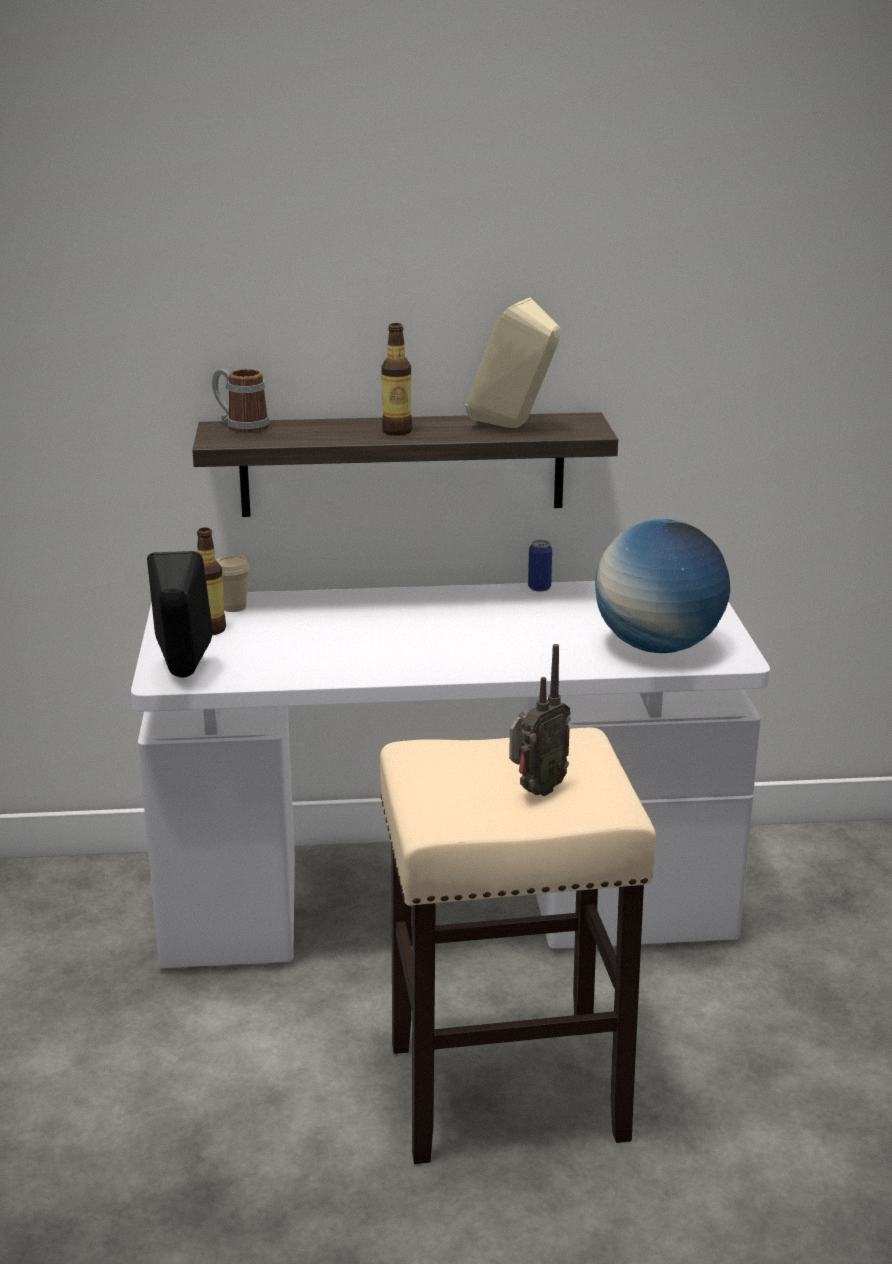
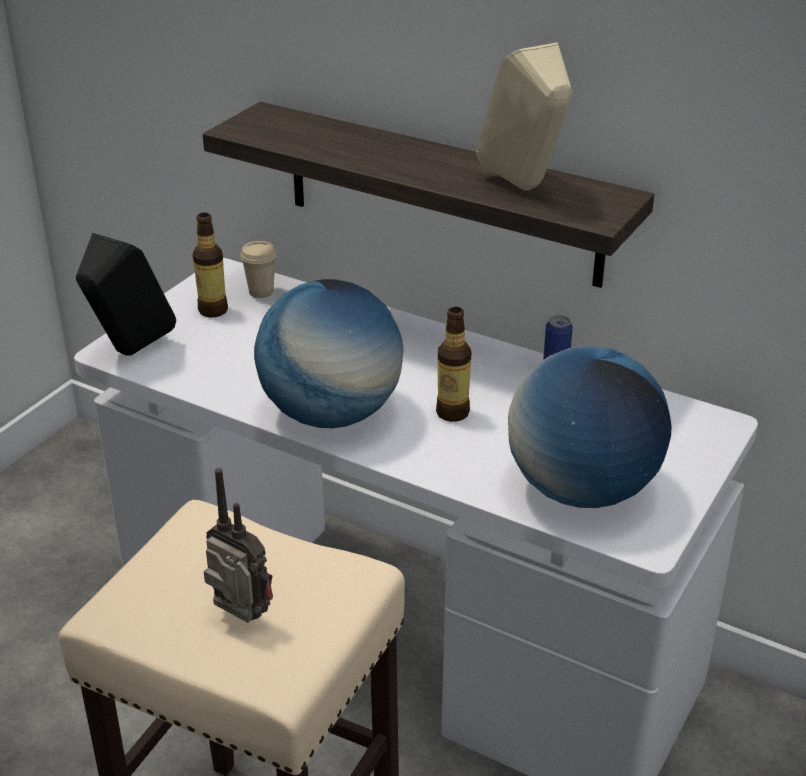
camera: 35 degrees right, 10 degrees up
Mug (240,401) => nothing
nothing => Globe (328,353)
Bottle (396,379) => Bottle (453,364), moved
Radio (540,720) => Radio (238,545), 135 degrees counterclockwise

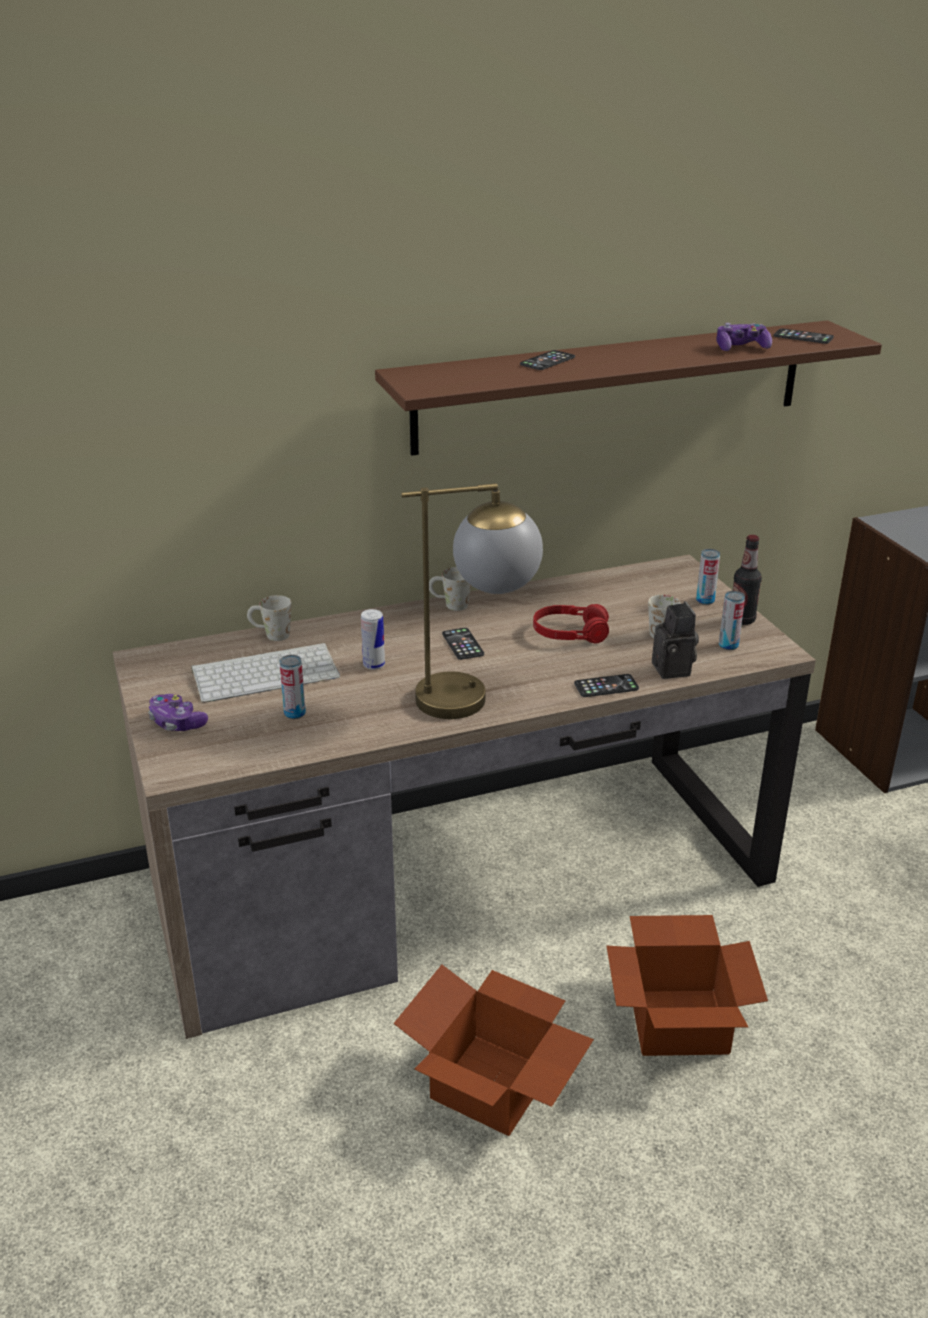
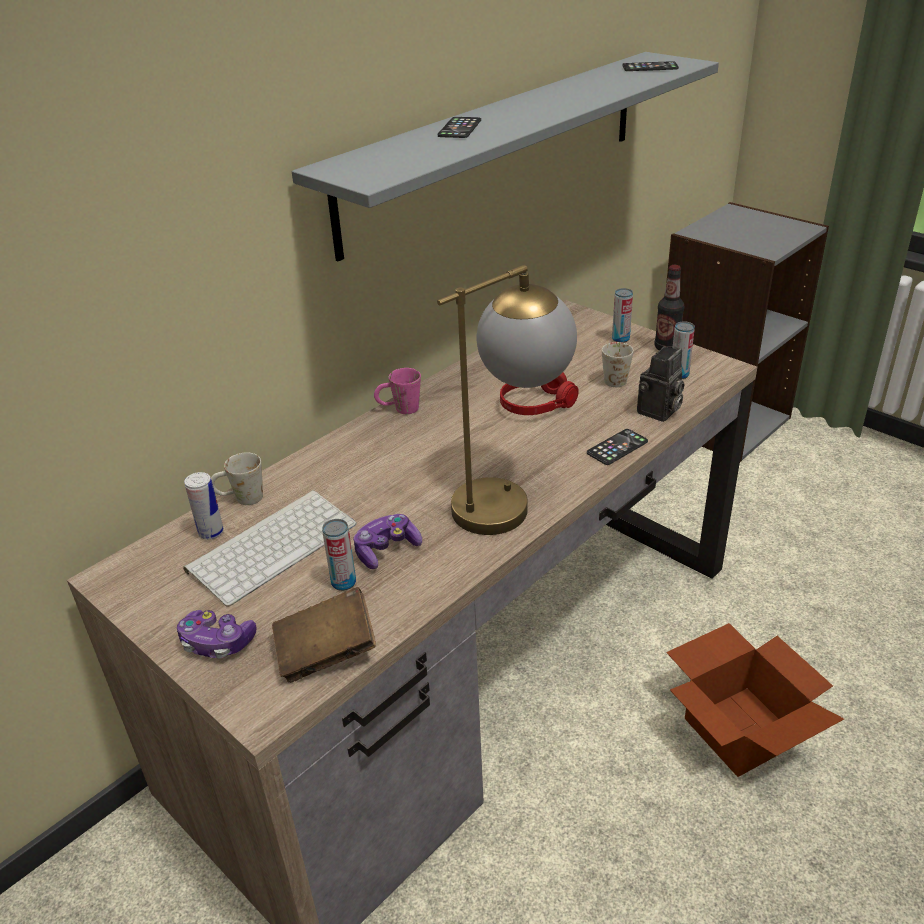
camera: 25 degrees left, 5 degrees up
CardboardBox (493,1050) => nothing
Phone (463,644) => nothing
nothing => BrownBook (324,635)
Can (373,639) => Can (204,506), moved
GameController (744,337) => GameController (387,541), moved
BrownShelf (628,388) => GreyShelf (505,156)
WhiteMug (450,589) => PinkMug (397,391)
PhotoCamera (675,640) => PhotoCamera (660,384), 75 degrees clockwise

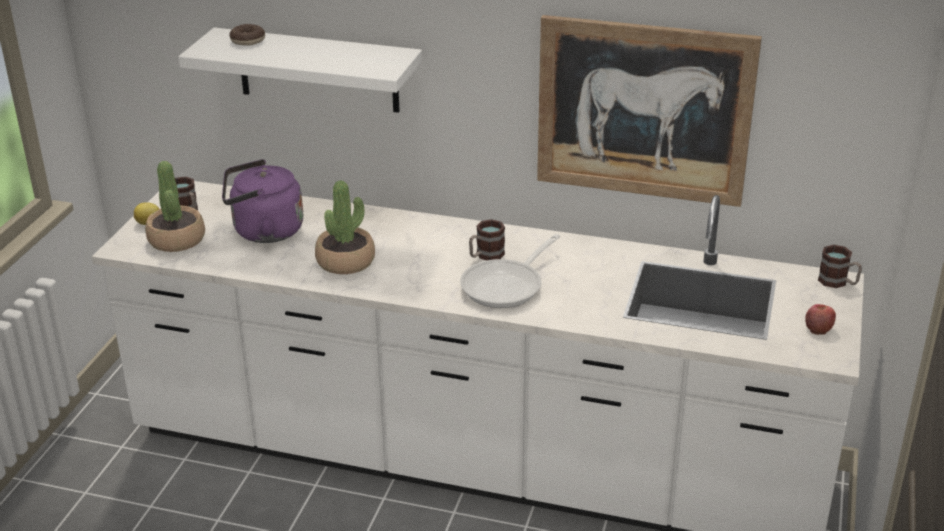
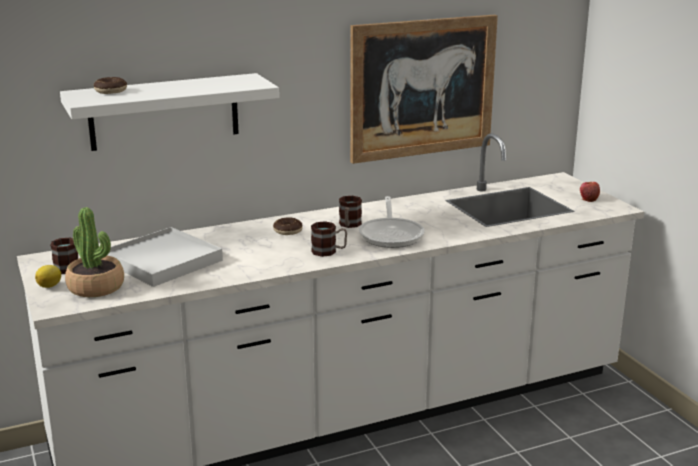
camera: 40 degrees left, 10 degrees down
PottedPlant (345,227) => nothing
nothing => Donut (288,226)
Mug (840,266) => Mug (329,239), moved
PurpleKettle (262,201) => WhiteTray (165,257)

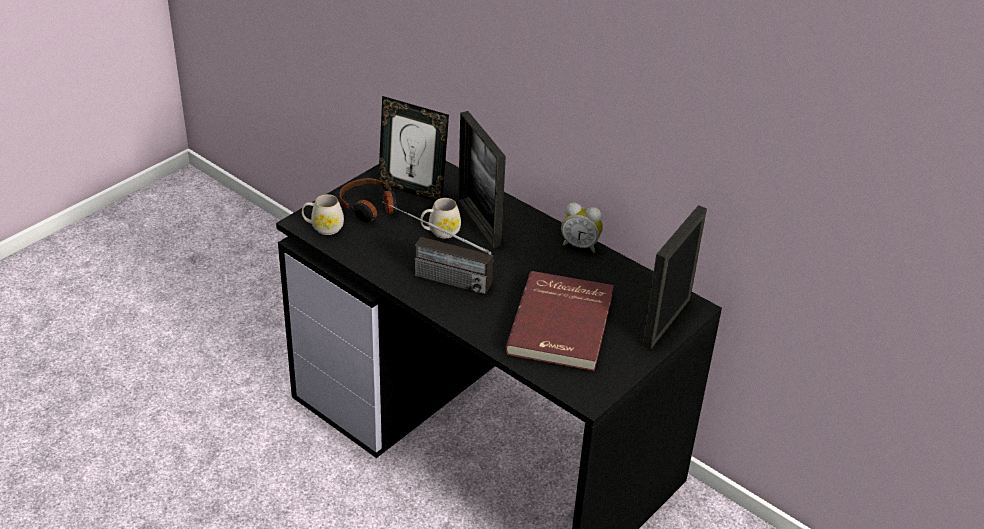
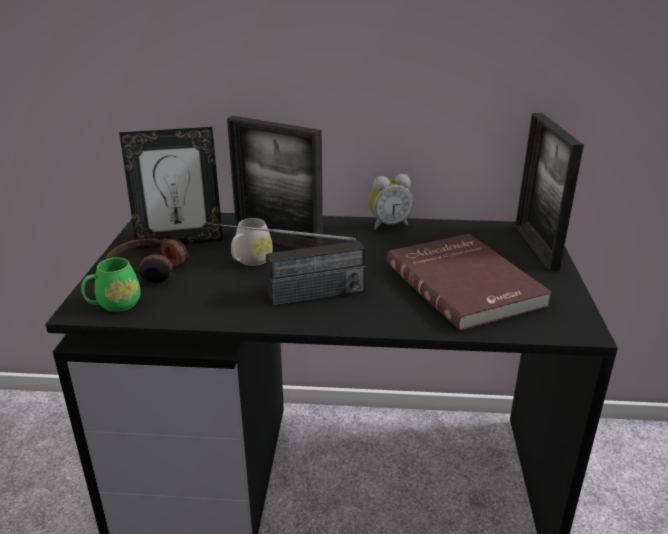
camera: 35 degrees left, 10 degrees down
WhiteMug (323,214) => GreenMug (111,285)

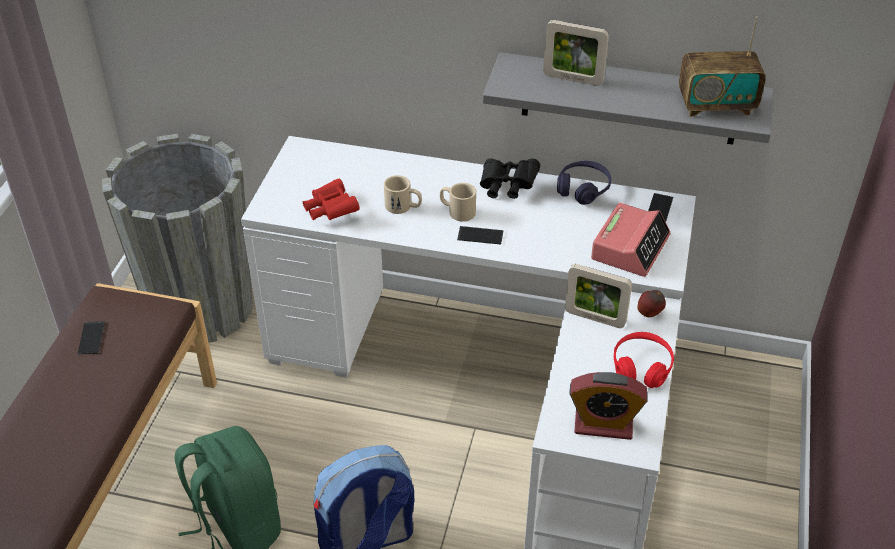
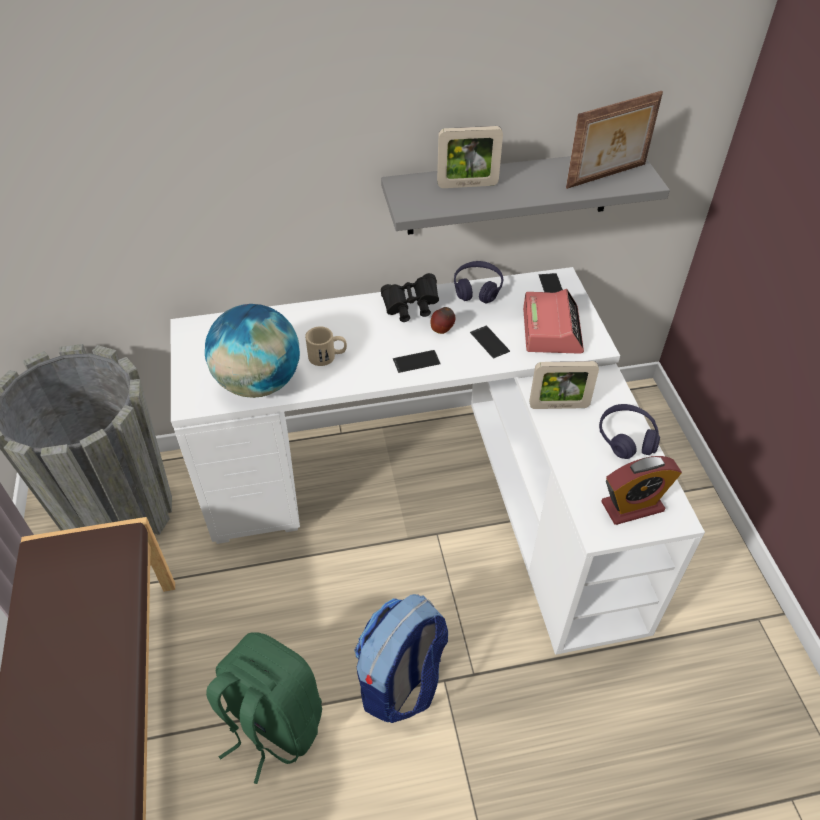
camera: 25 degrees left, 5 degrees up
BeigeMug (458,202) => nothing
Phone (91,338) => Phone (490,342), moved
Apple (651,303) => Apple (443,320), moved
RedBinoculars (331,200) => Globe (252,351)
Radio (722,66) => PictureFrame (614,140)
RedHeadphones (644,360) => PurpleHeadphones (629,431)

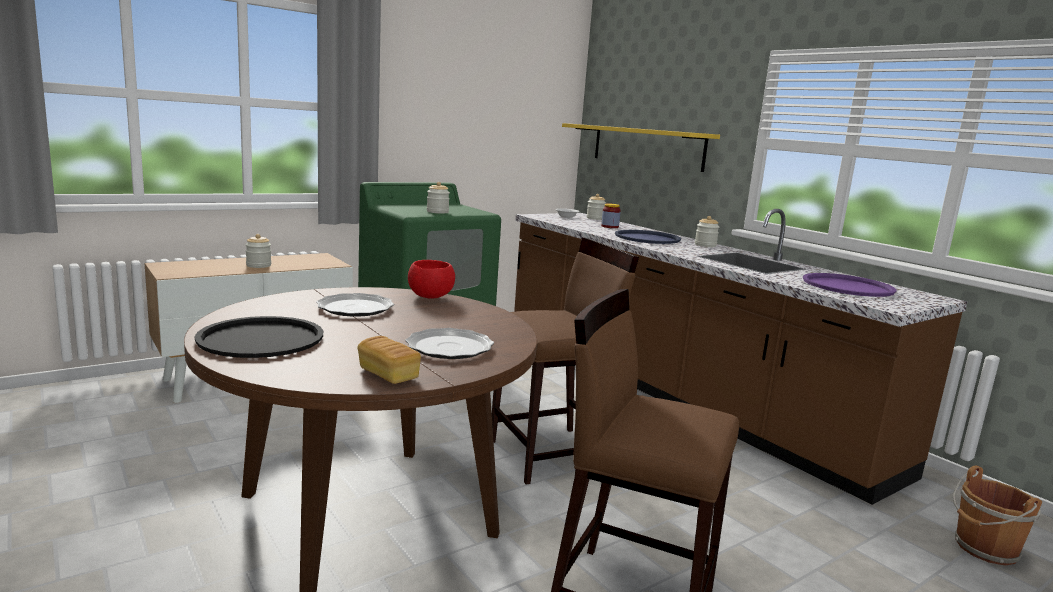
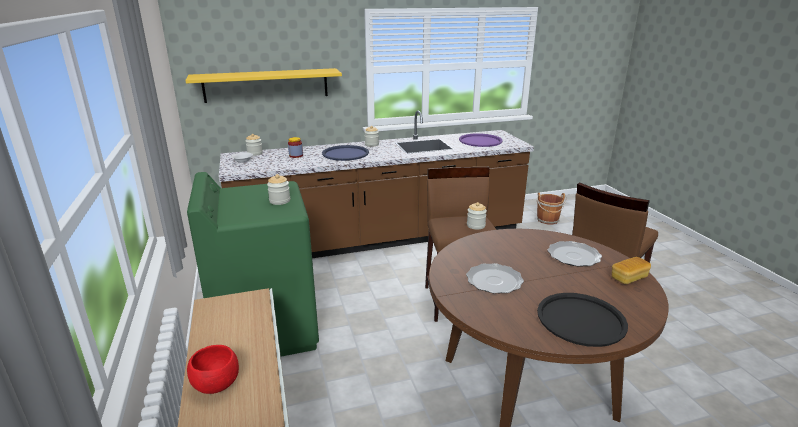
camera: 70 degrees left, 10 degrees up
Jar (258,251) => Jar (477,216), moved
RedBowl (431,279) => RedBowl (213,369), moved

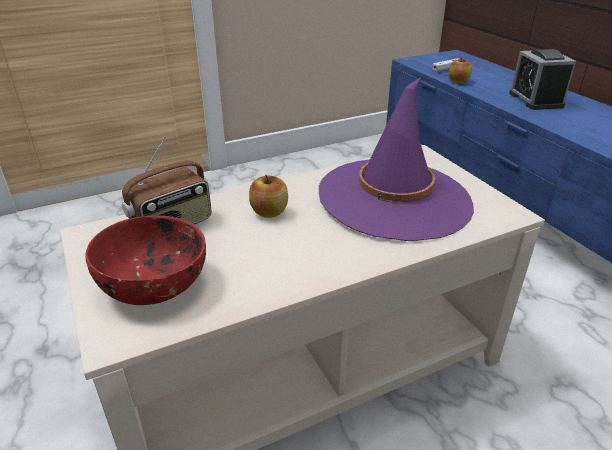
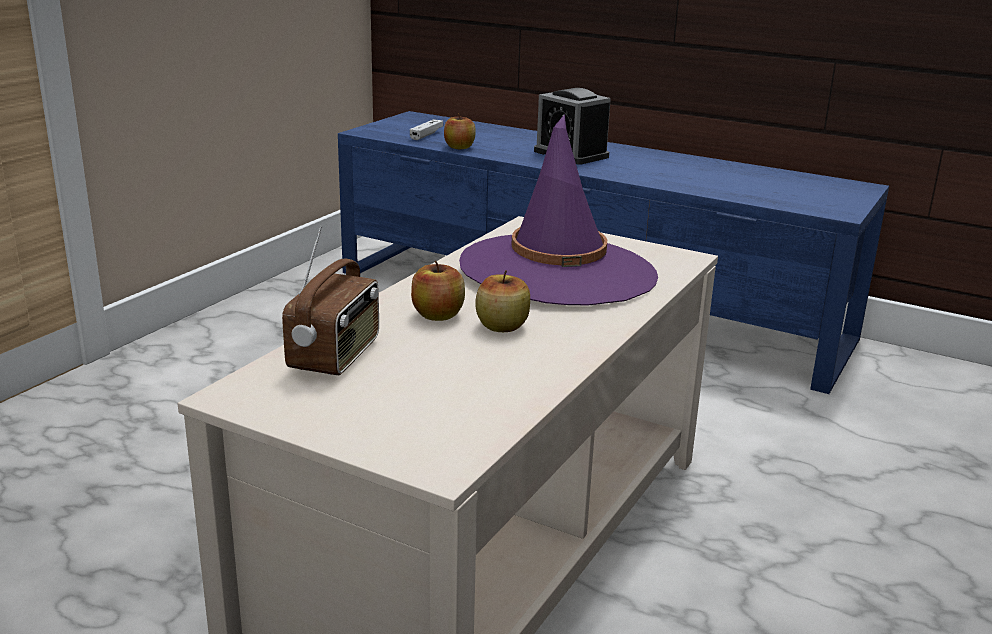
camera: 35 degrees left, 10 degrees down
RedBowl (145,260) => nothing
nothing => Apple (502,301)

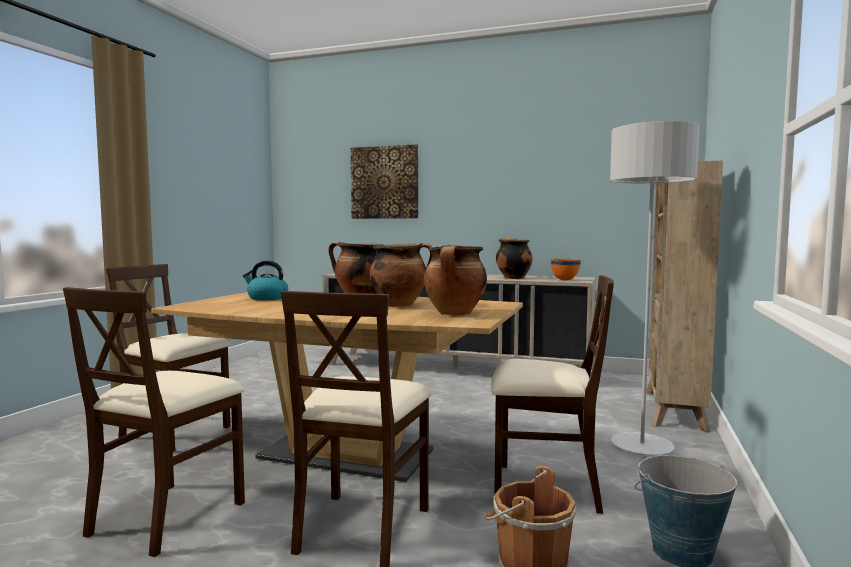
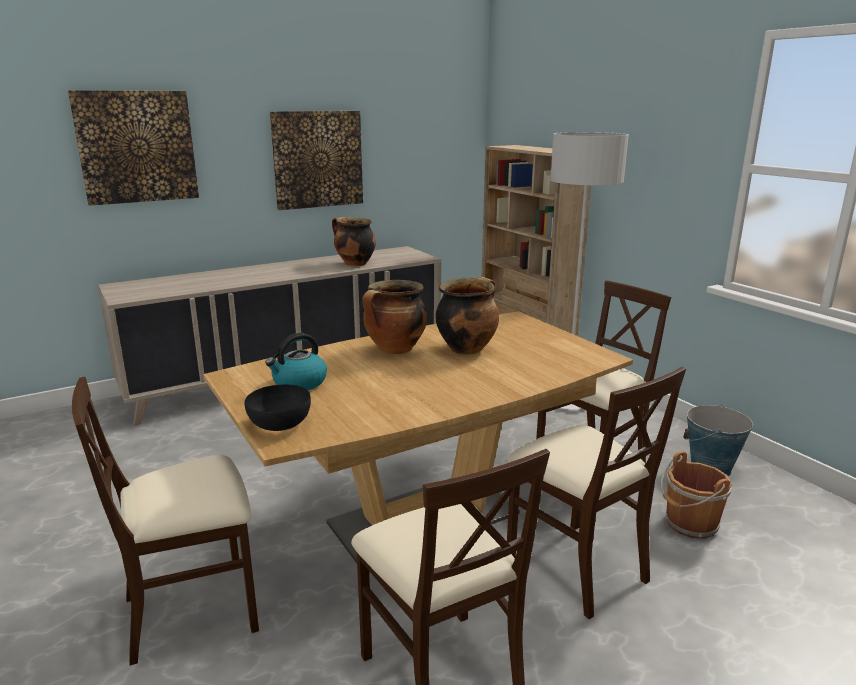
camera: 50 degrees left, 15 degrees up
CookingPot (455,280) => nothing
OrangeBowl (565,269) => nothing
nothing => BlackBowl (278,407)
nothing => Picture (316,160)

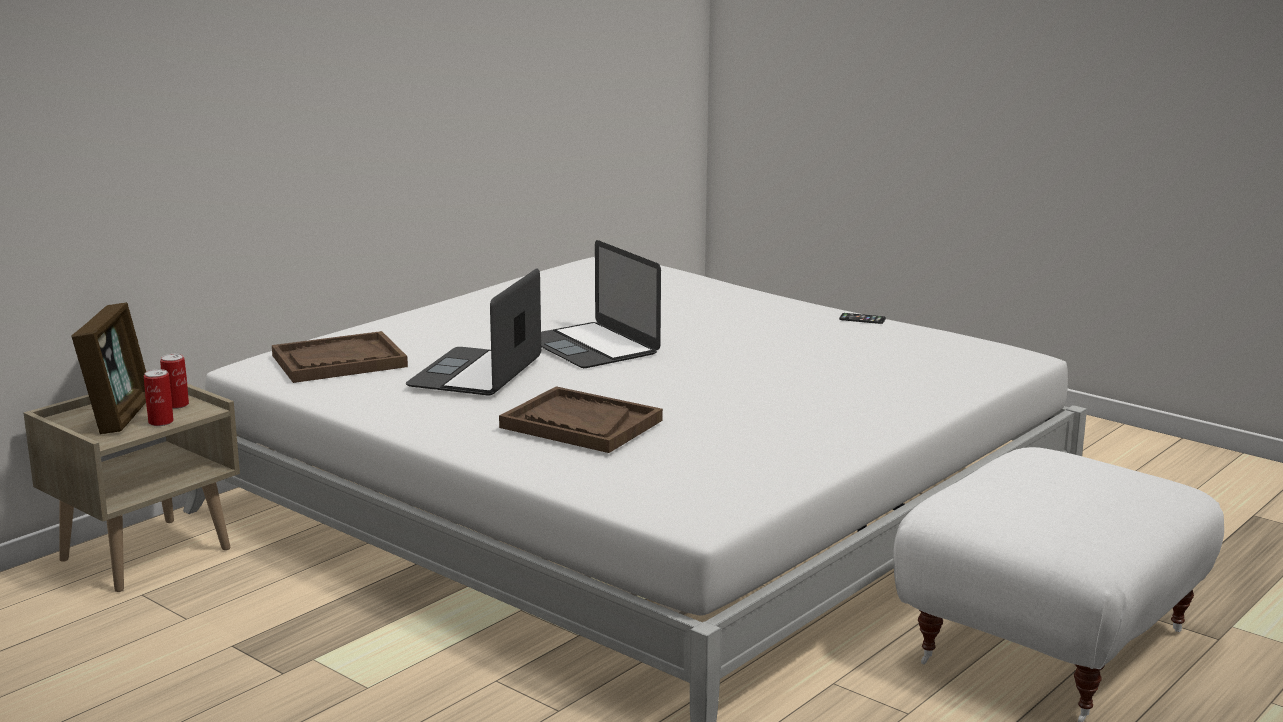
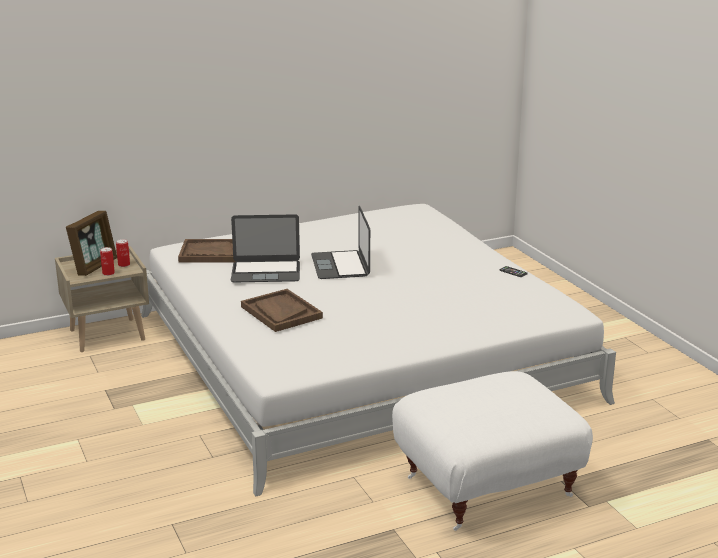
camera: 25 degrees right, 5 degrees up
Laptop (473,332) => Laptop (265,248), 135 degrees counterclockwise

